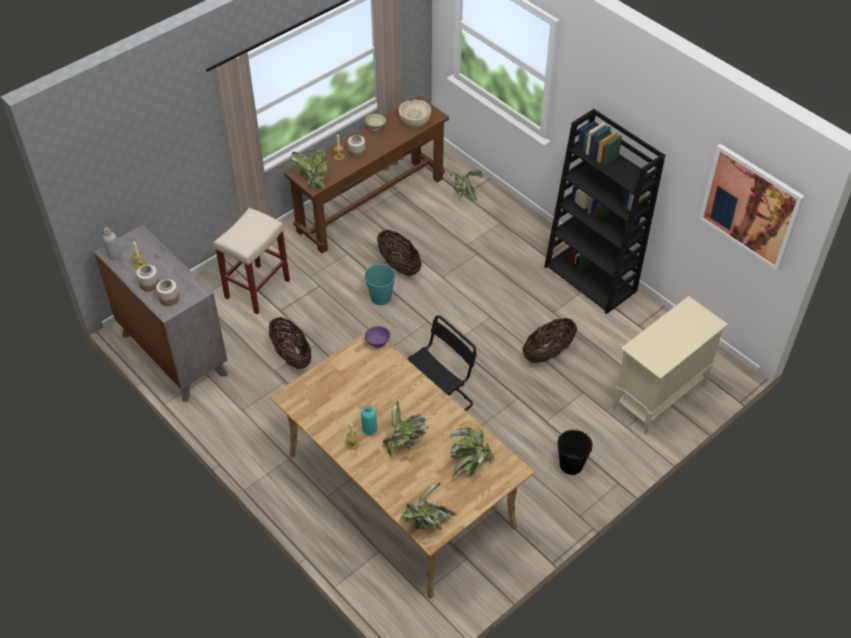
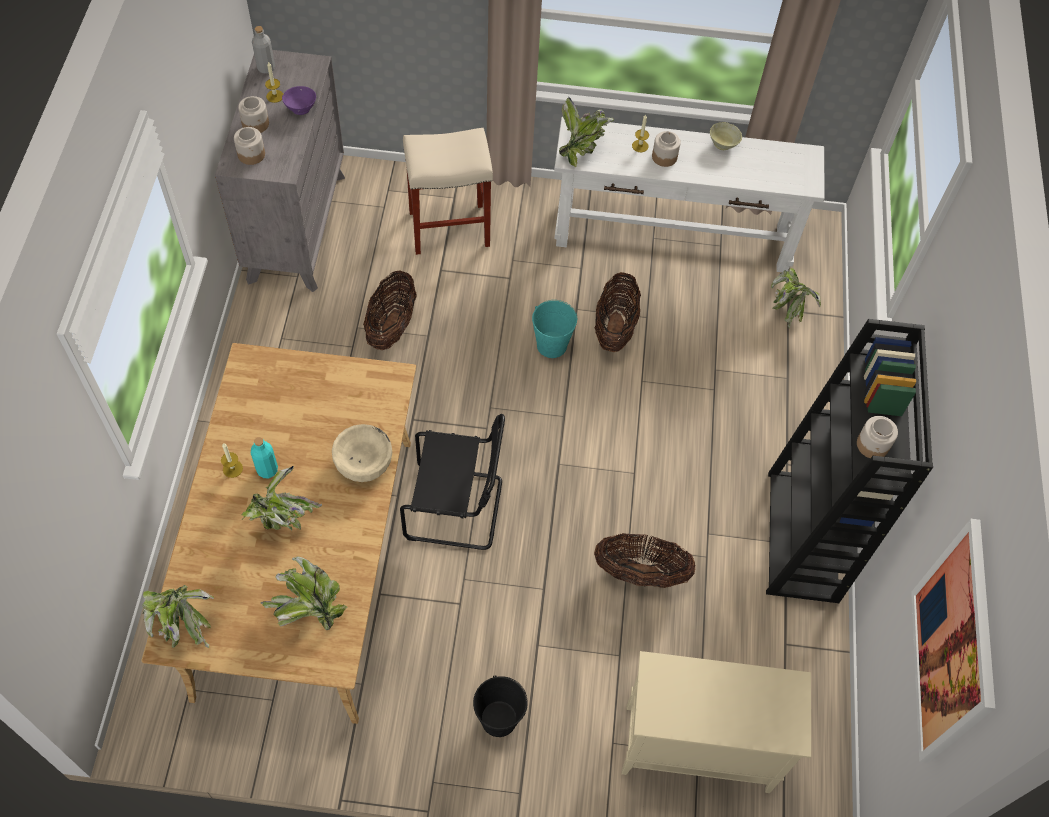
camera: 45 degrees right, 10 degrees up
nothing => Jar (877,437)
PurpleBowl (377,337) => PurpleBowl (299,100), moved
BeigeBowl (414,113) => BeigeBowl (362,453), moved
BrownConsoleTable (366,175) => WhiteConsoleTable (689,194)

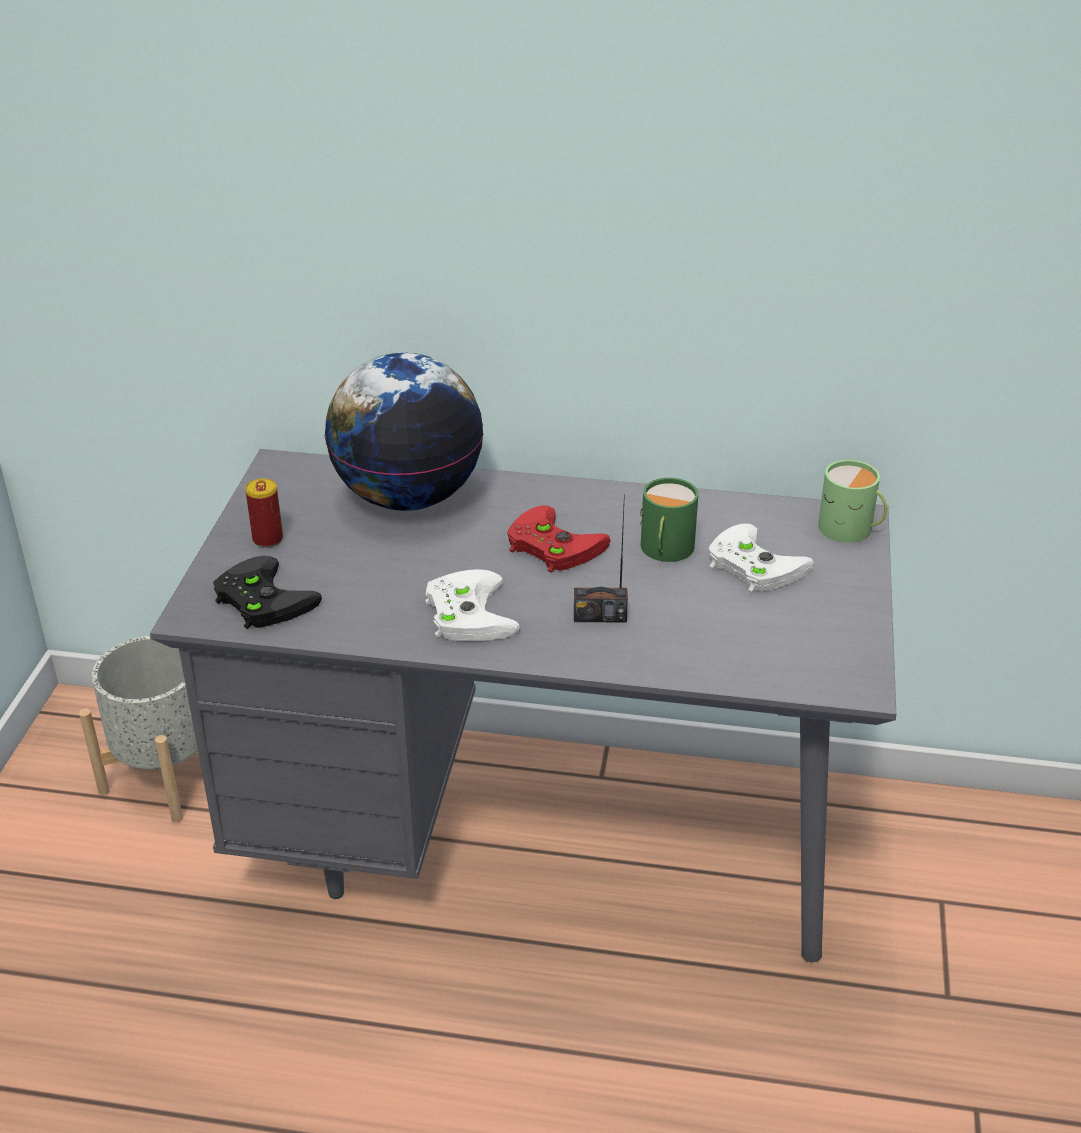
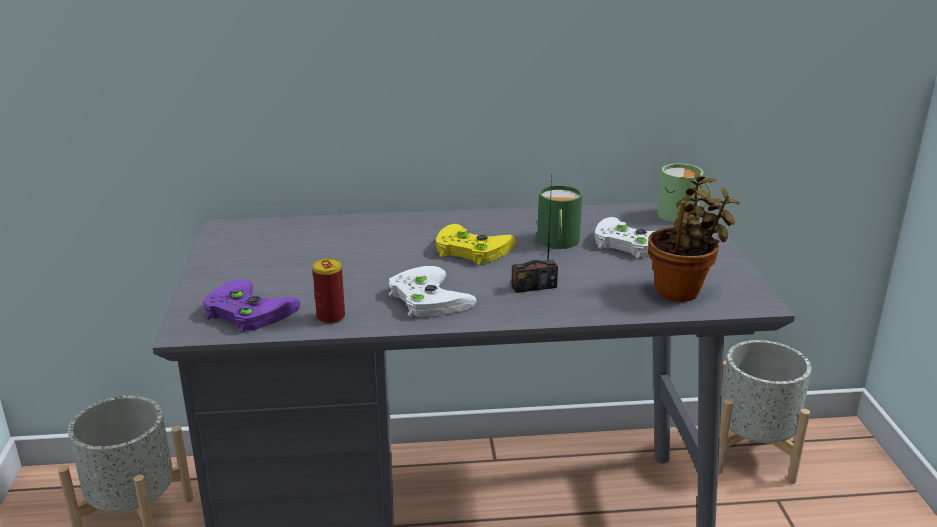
camera: 15 degrees left, 10 degrees down
Globe (404,432) => nothing
nothing => PottedPlant (694,237)
nothing => GreyPlanter (764,412)
Can (264,513) => Can (328,291), moved
BlackGameController (267,592) => PurpleGameController (251,306)
RedGameController (559,539) => YellowGameController (475,244)

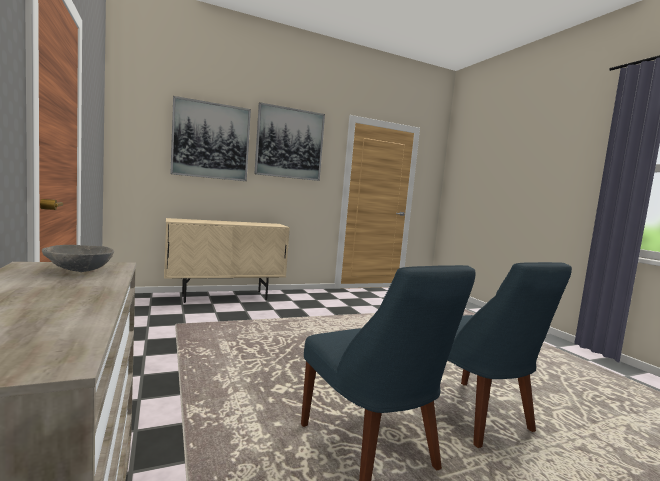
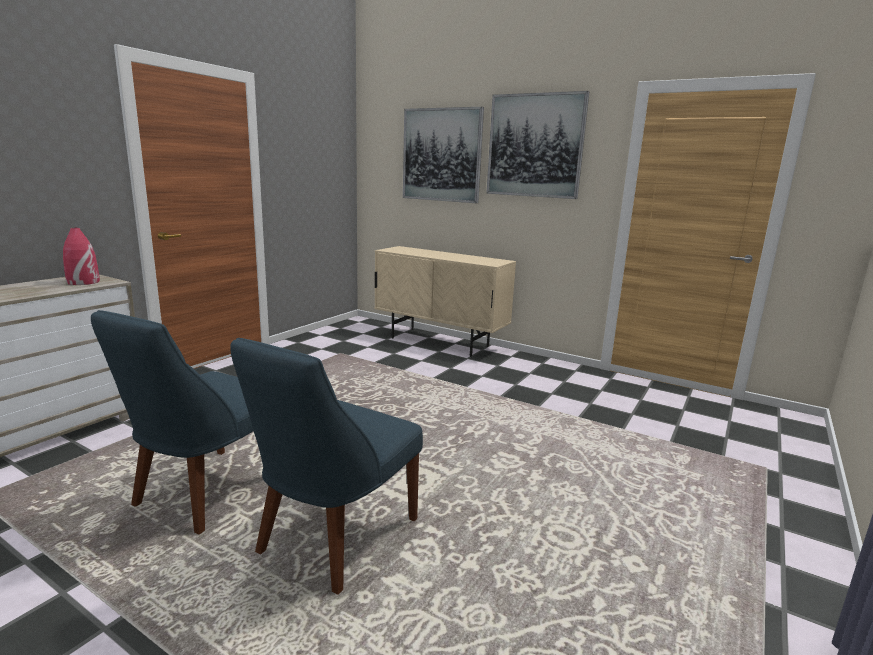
camera: 55 degrees right, 10 degrees up
GreyBowl (78,258) => RedVase (81,256)

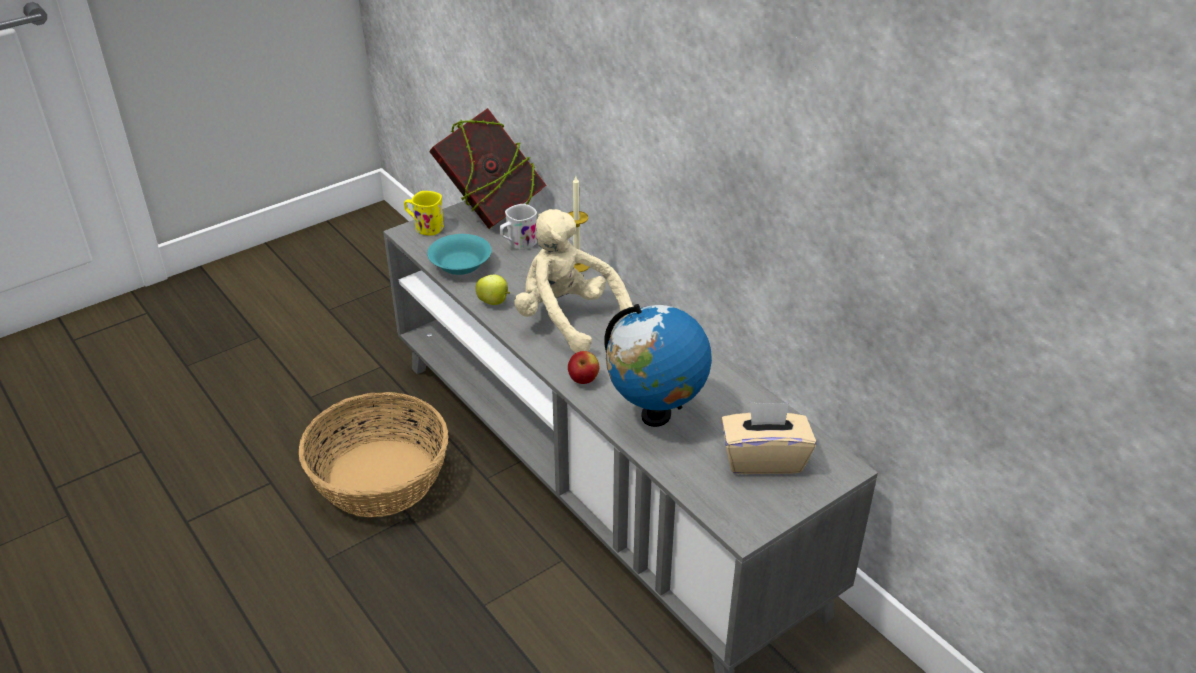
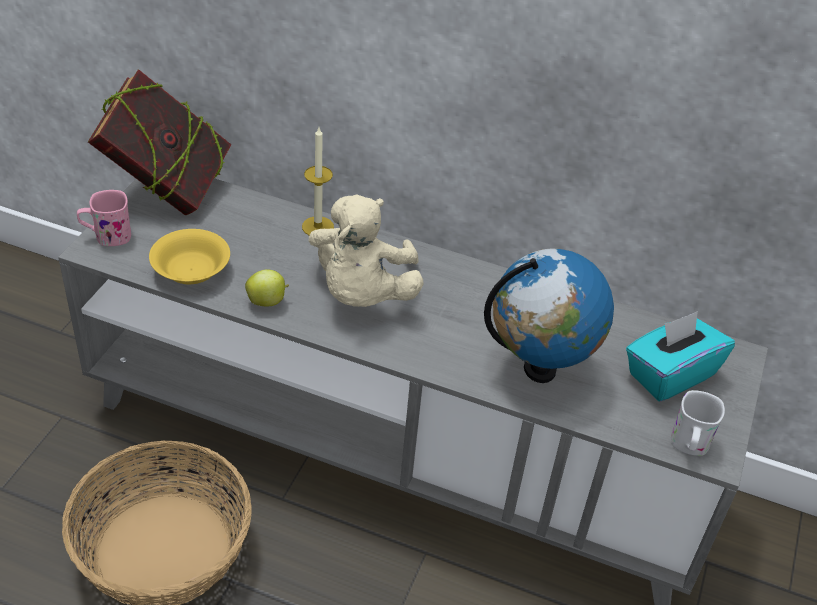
camera: 35 degrees left, 5 degrees up
Apple (583,367) => nothing
WhiteMug (518,227) => WhiteMug (698,423), moved
YellowMug (424,213) => PinkMug (104,218)
TurquoiseBowl (459,254) => YellowBowl (189,256)
BeigeTissueBox (768,438) => TurquoiseTissueBox (680,356)
BeigePlushToy (573,281) => BeigePlushToy (366,250), 90 degrees counterclockwise

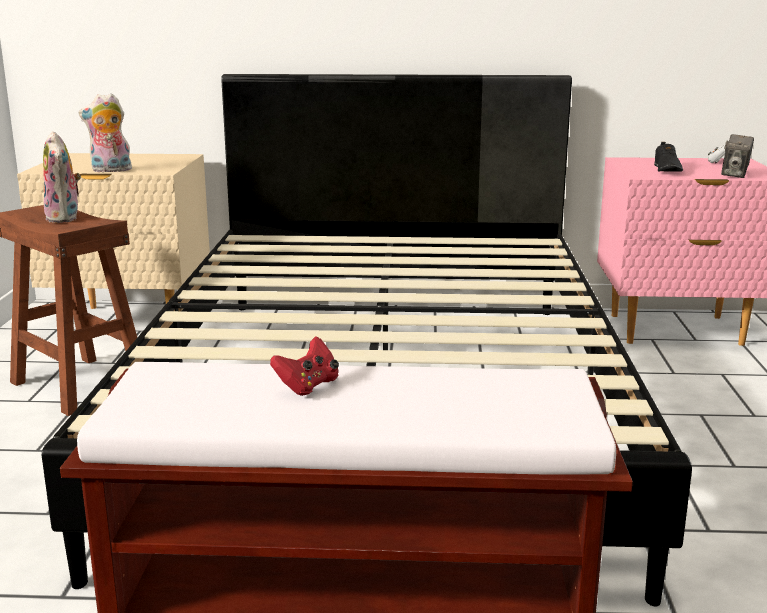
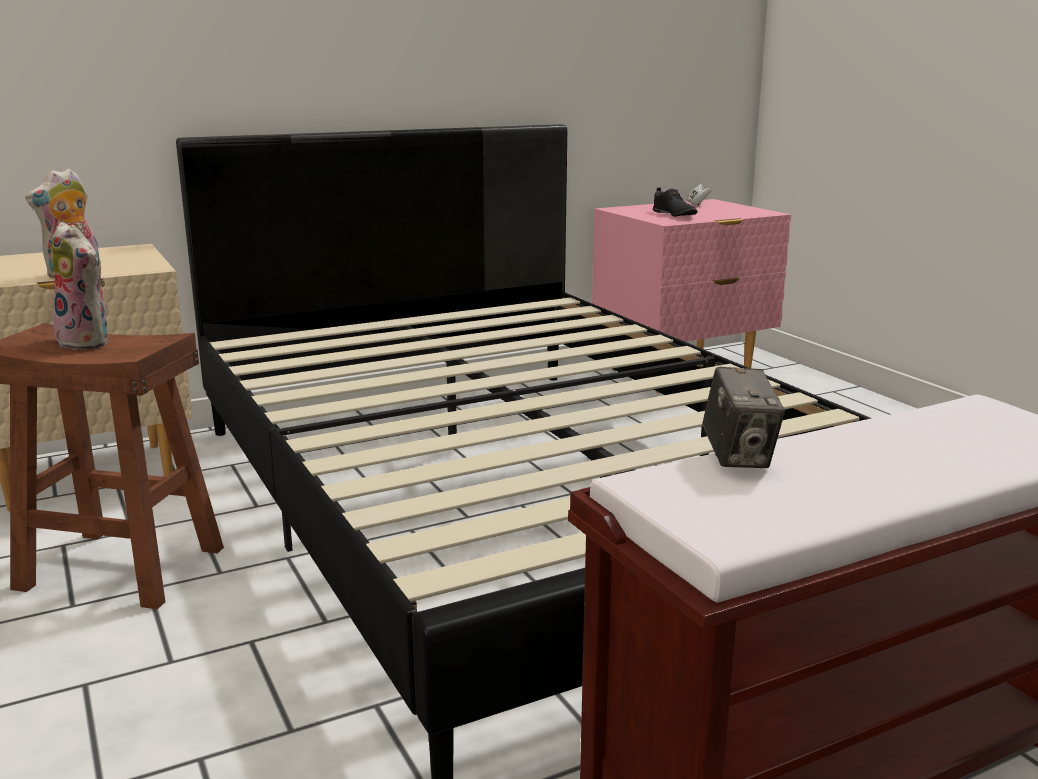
camera: 30 degrees left, 0 degrees up
RedGameController (304,366) => nothing
PhotoCamera (737,156) => PhotoCamera (743,417), moved

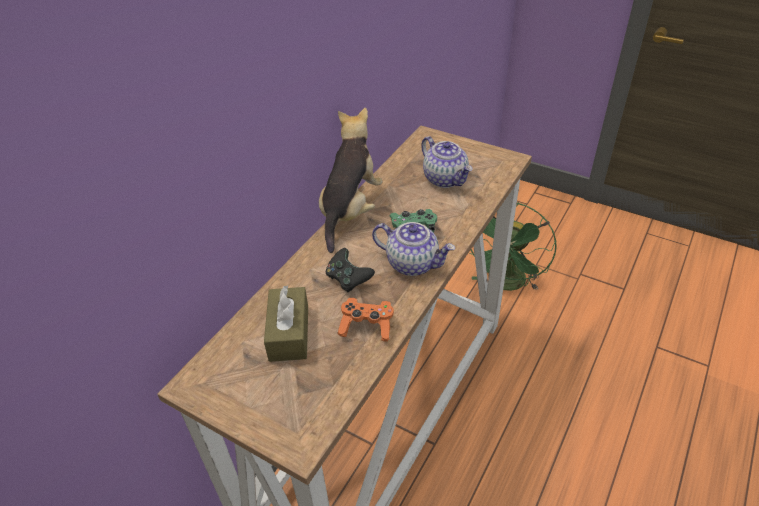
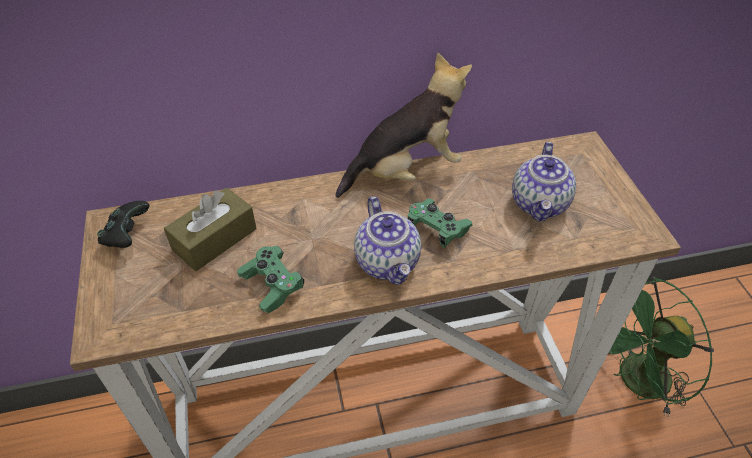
camera: 45 degrees right, 5 degrees up
BlackGameController (350,270) => BlackGameController (123,224), moved
OrangeGameController (365,320) => GreenGameController (270,279)

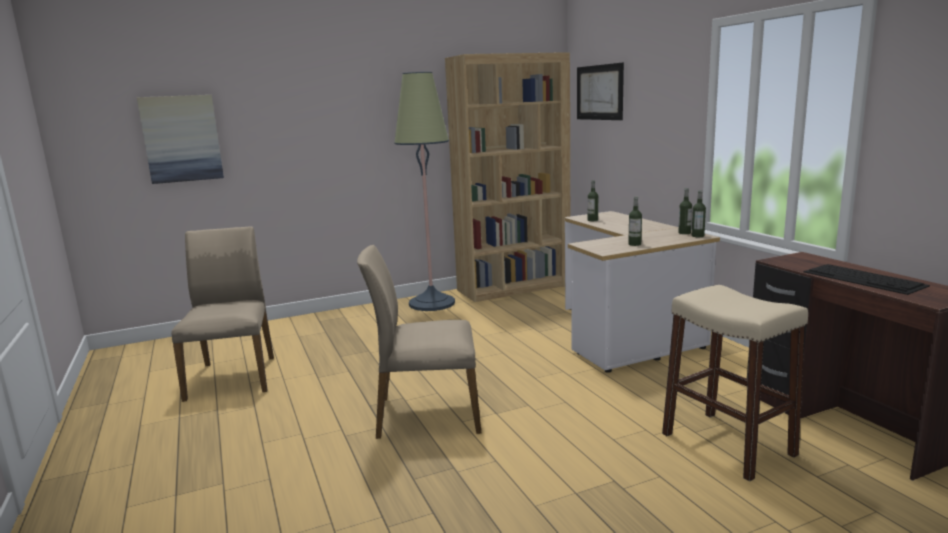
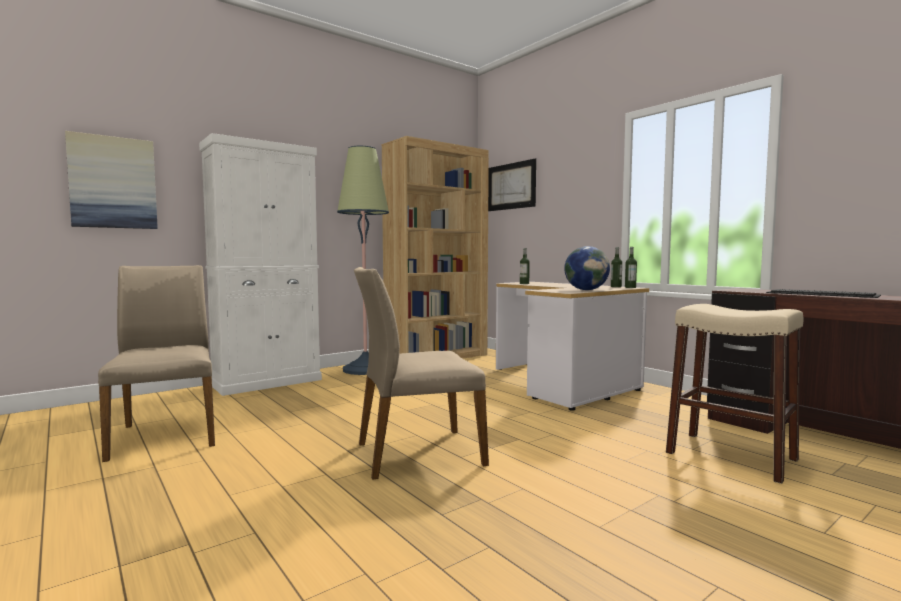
camera: 15 degrees left, 10 degrees down
nothing => WhiteCabinet (260,264)
Bottle (635,221) => Globe (587,268)

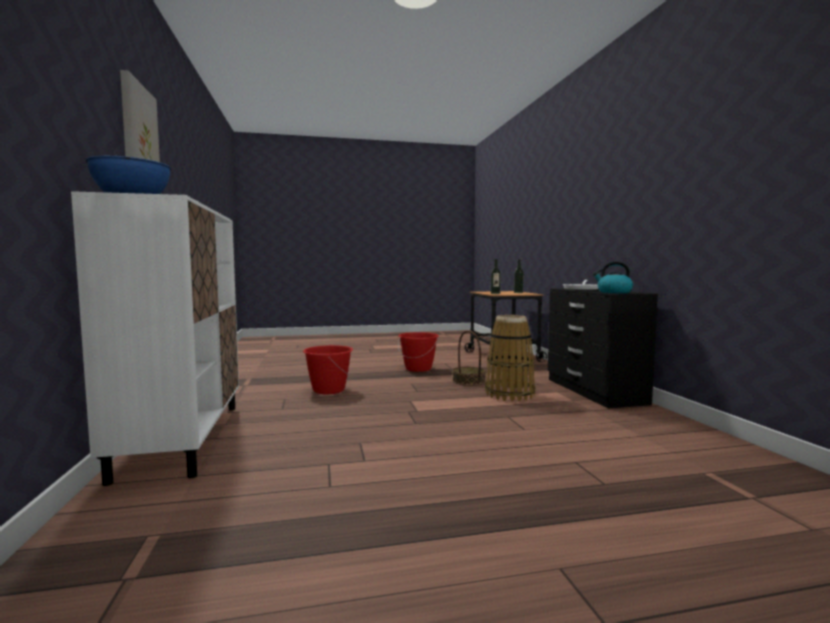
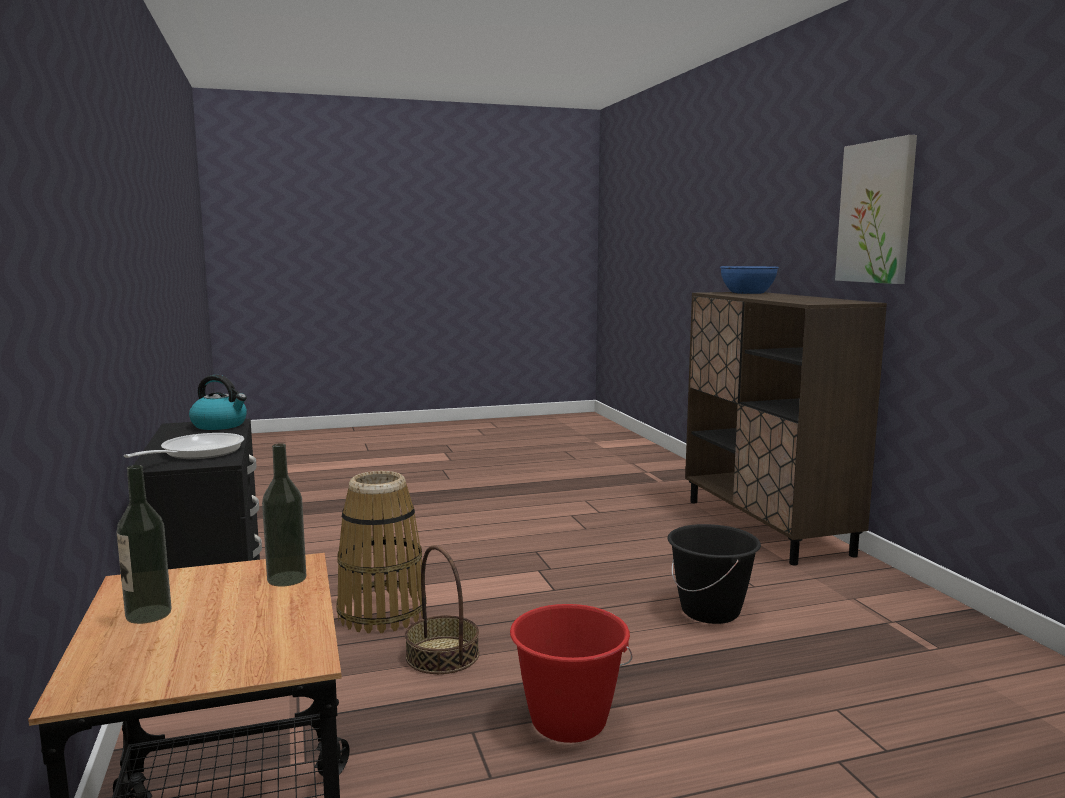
camera: 175 degrees right, 5 degrees up
WhiteCabinet (155,338) => BrownCabinet (786,428)
RedBucket (328,369) => BlackBucket (714,574)

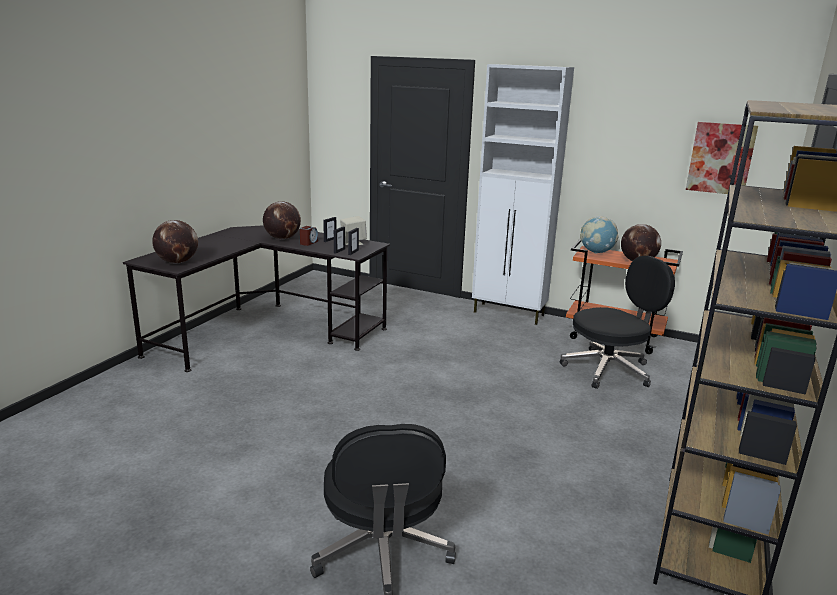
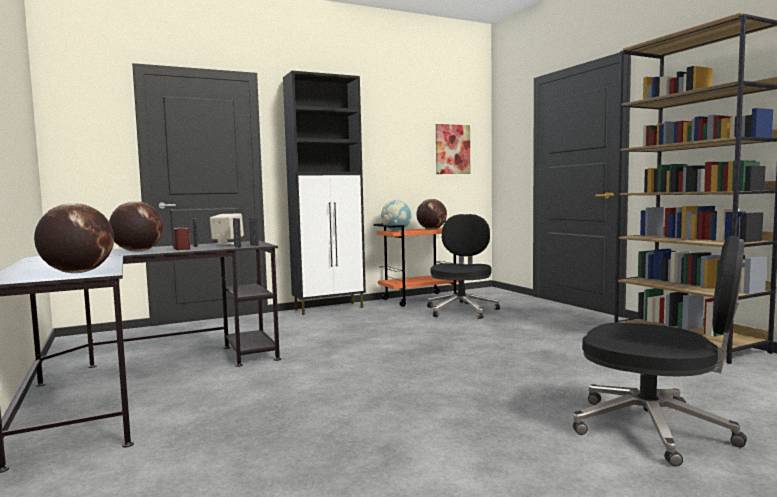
camera: 50 degrees left, 15 degrees down
WhiteCabinet (523,194) => BlackCabinet (324,193)

